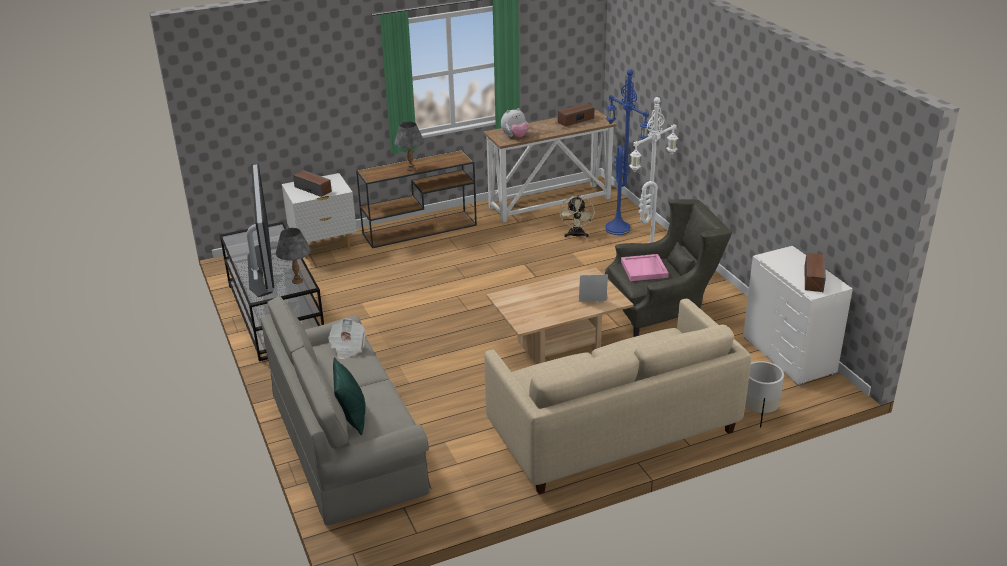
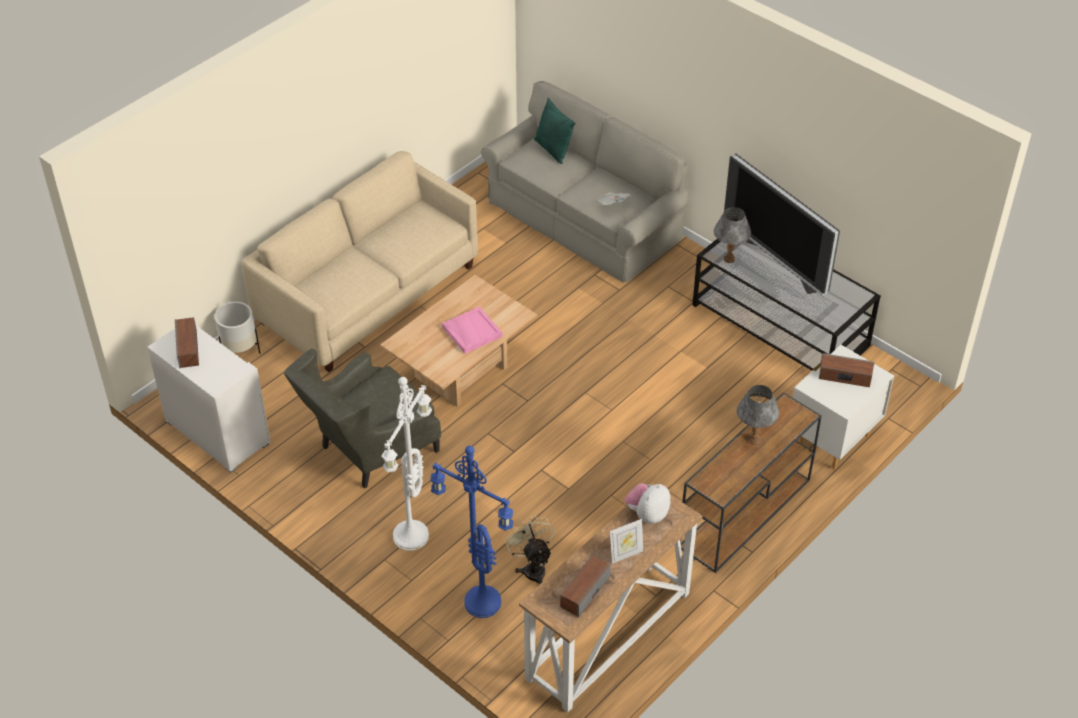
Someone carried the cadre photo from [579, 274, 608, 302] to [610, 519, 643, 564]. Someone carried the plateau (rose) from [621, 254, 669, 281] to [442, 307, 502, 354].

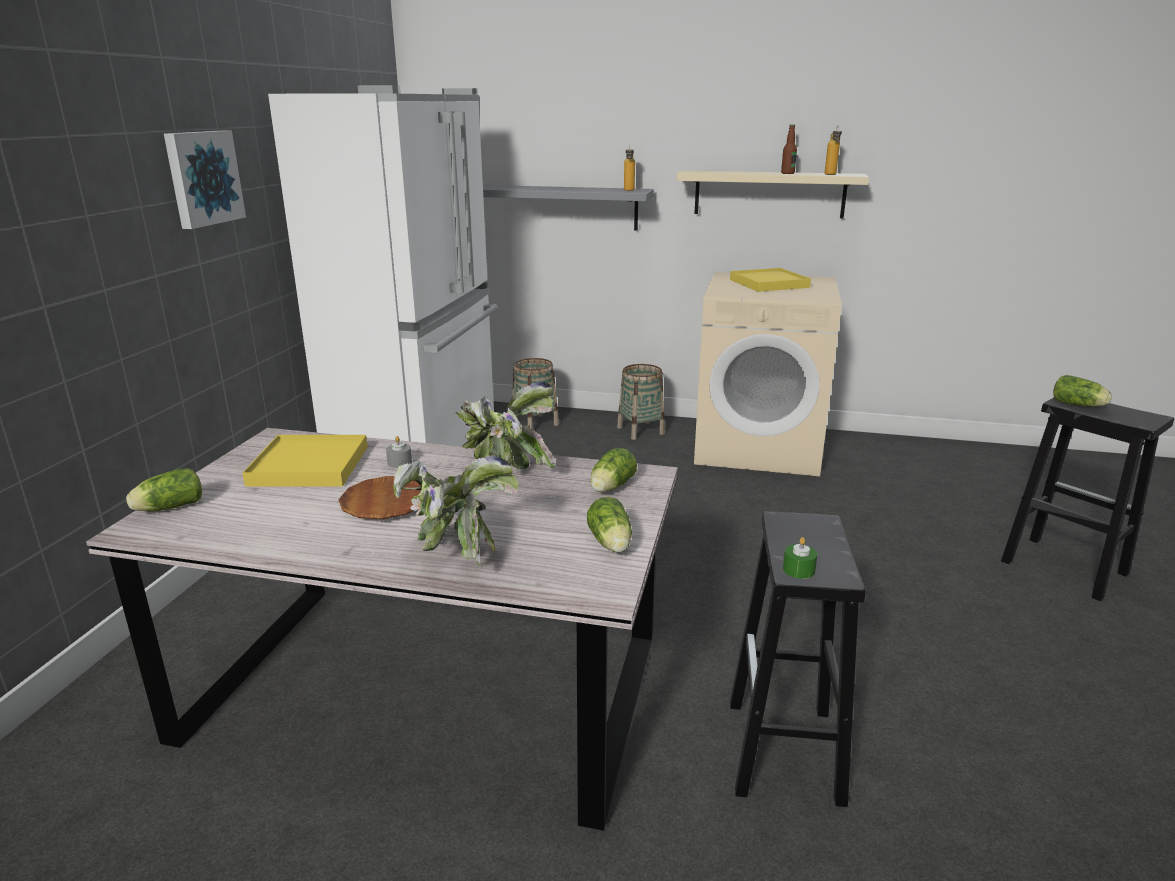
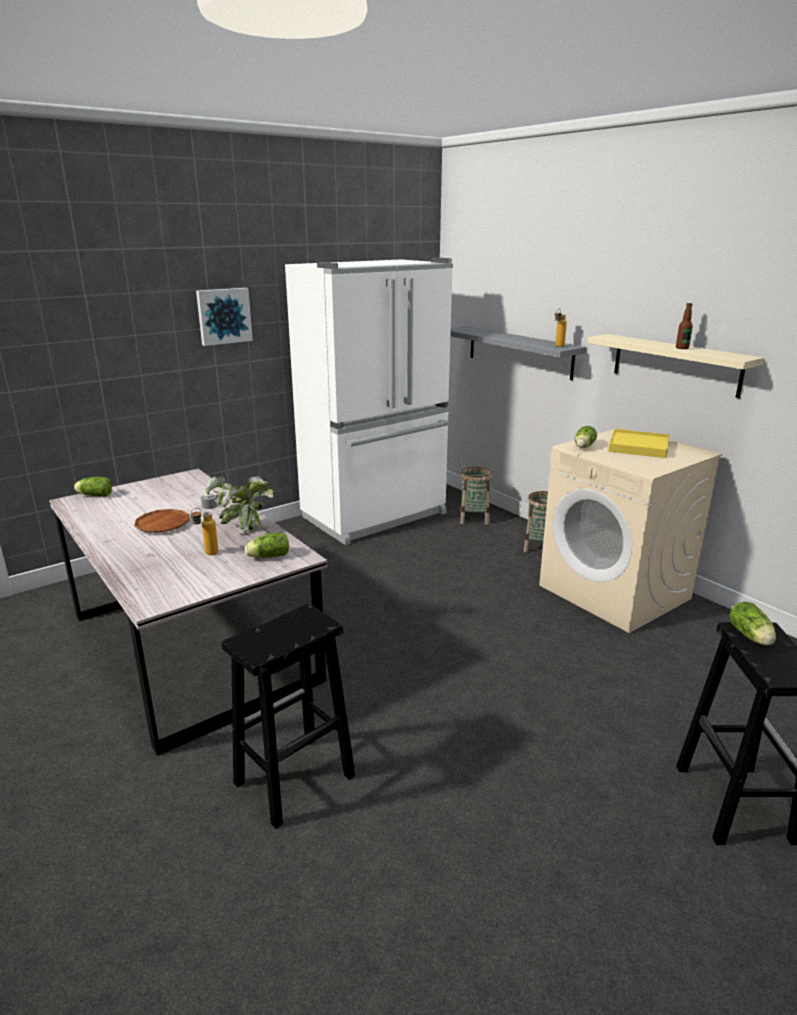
Someone took away the plateau (jaune) at [242, 435, 368, 487]. Someone took away the plante en pot at [393, 456, 519, 567]. Someone carried the laitue from [587, 497, 632, 553] to [575, 426, 597, 448]. Someone took away the bougie (vert) at [783, 537, 817, 579]. Someone carried the bouteille from [825, 126, 842, 175] to [191, 508, 219, 555].

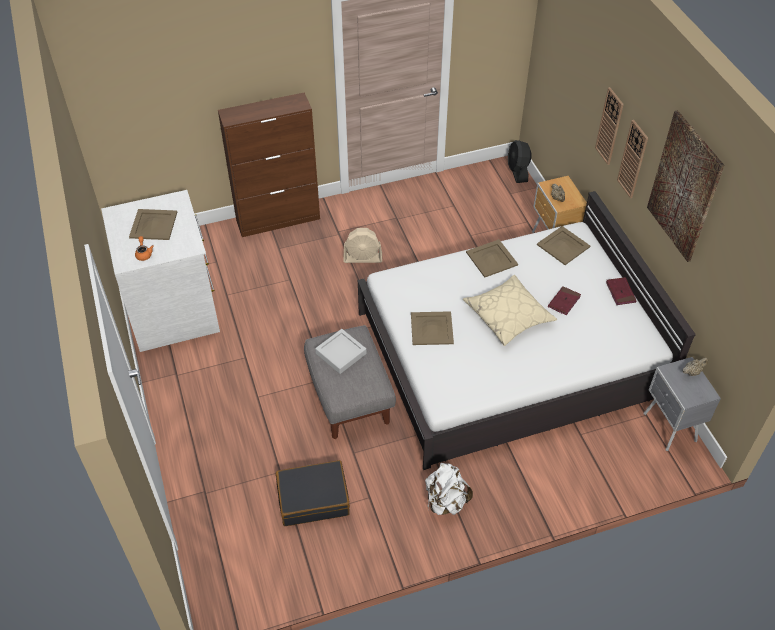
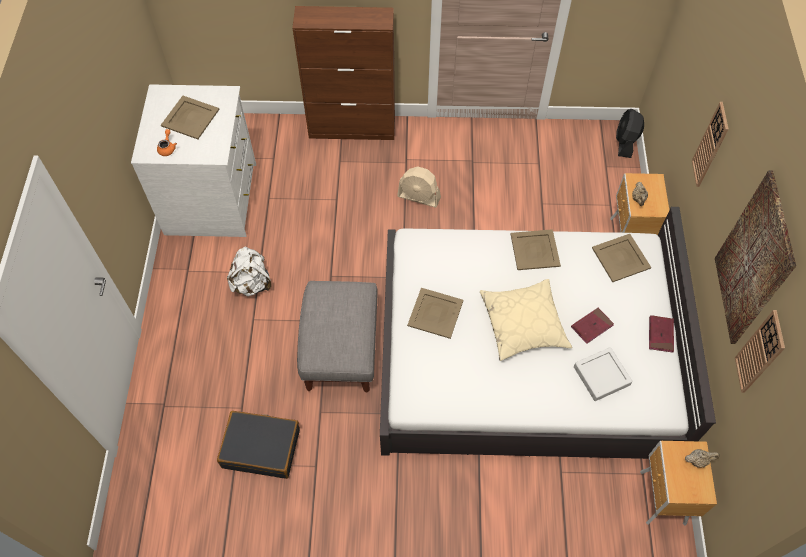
Someone carried the plateau (gris) from [315, 329, 366, 374] to [574, 347, 632, 401]. Someone carried the sac à dos (blanc) from [425, 463, 473, 515] to [227, 247, 271, 297]. Someone carried the horloge murale from [617, 120, 648, 198] to [735, 310, 785, 393]. Someone repainted the table de chevet (gris) at [643, 357, 721, 451], which became the table de chevet (marron) at [640, 441, 717, 526].

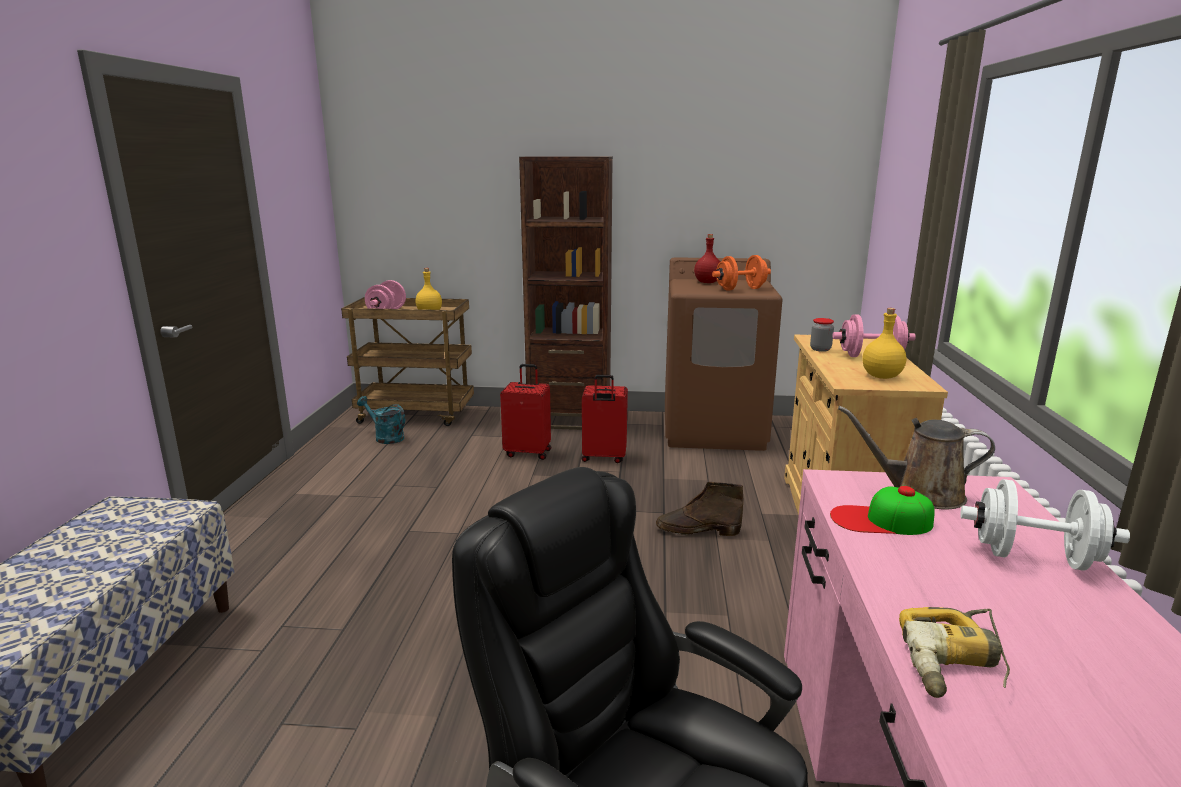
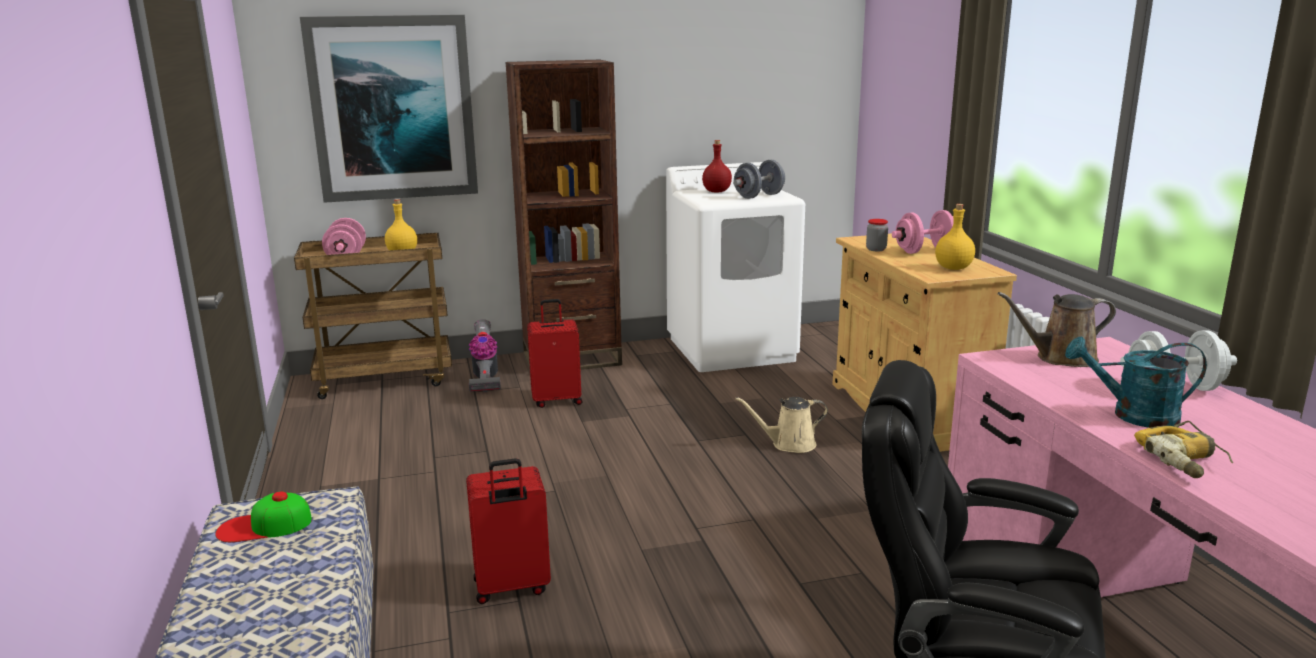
Someone carried the arrosoir (turquoise) from [357, 396, 406, 444] to [1065, 337, 1207, 428]. Someone carried the valise (rouge) from [581, 375, 628, 463] to [466, 458, 551, 604]. Someone swapped the botte (marron) at [656, 482, 744, 536] for the arrosoir (beige) at [735, 397, 828, 453]. Someone repainted the lave-linge (marron) at [665, 257, 783, 451], which became the lave-linge (blanc) at [666, 162, 805, 372]. Someone repainted the haltère (orange) at [712, 255, 771, 291], which became the haltère (gris) at [733, 160, 785, 199]. Someone carried the casquette from [830, 486, 934, 535] to [215, 492, 312, 542]. Someone put up the tableau at [300, 15, 478, 203]. Someone put down the aspirateur at [469, 319, 501, 392].

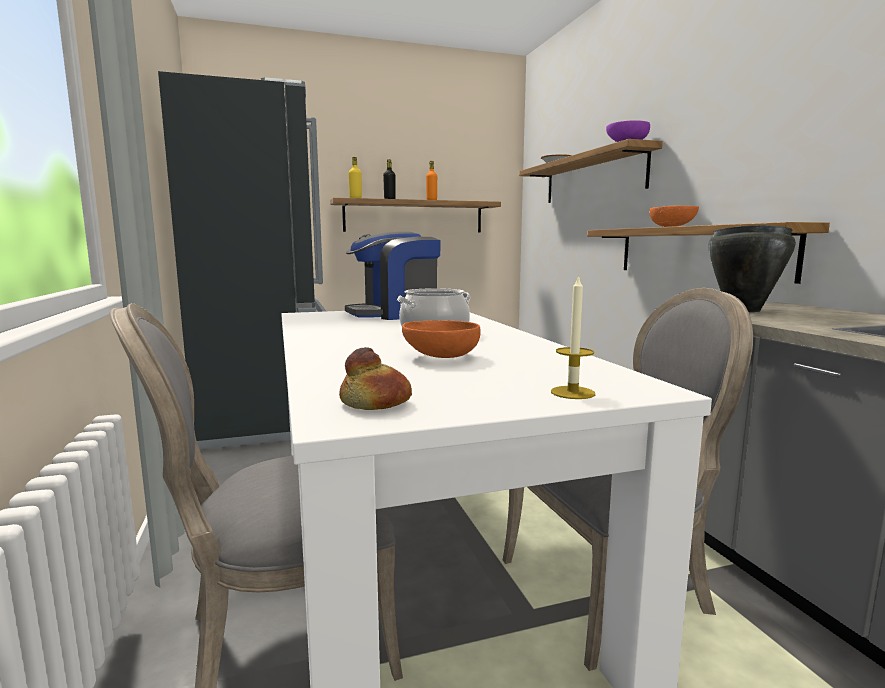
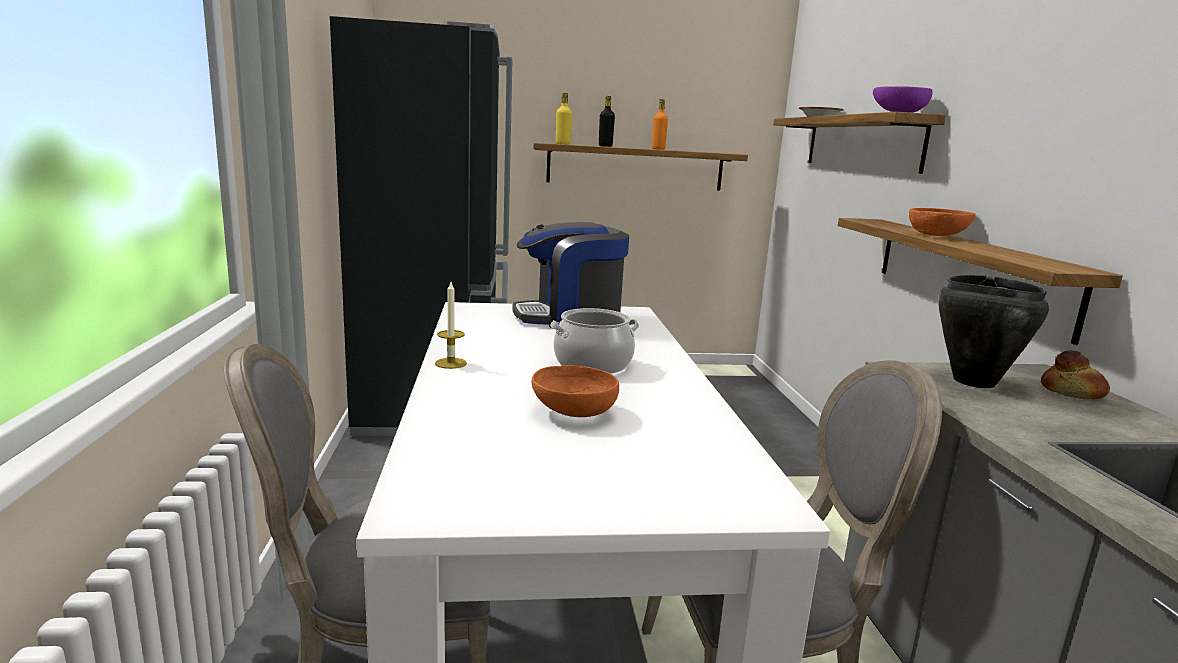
Someone carried the pain from [339, 347, 412, 410] to [1041, 351, 1110, 399]. Someone carried the bougie from [551, 274, 595, 399] to [435, 282, 467, 369].

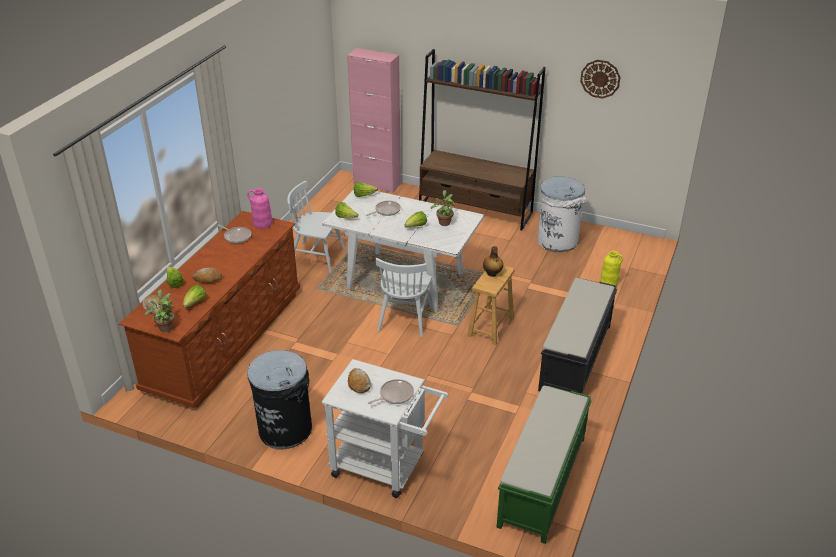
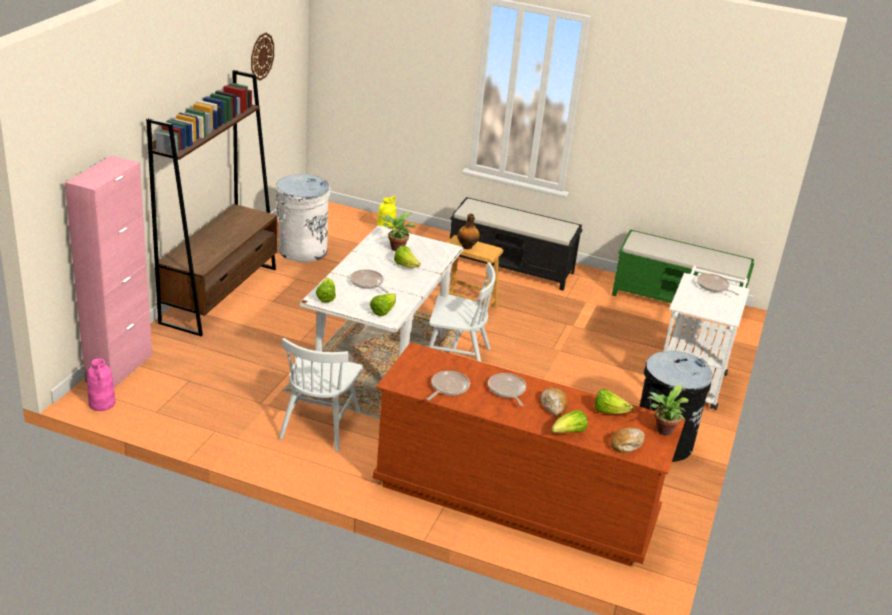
Someone carried the vase (rose) from [247, 188, 273, 229] to [87, 358, 115, 411]. Someone took away the pain at [348, 368, 371, 393]. Someone put down the poêle at [488, 373, 526, 406].

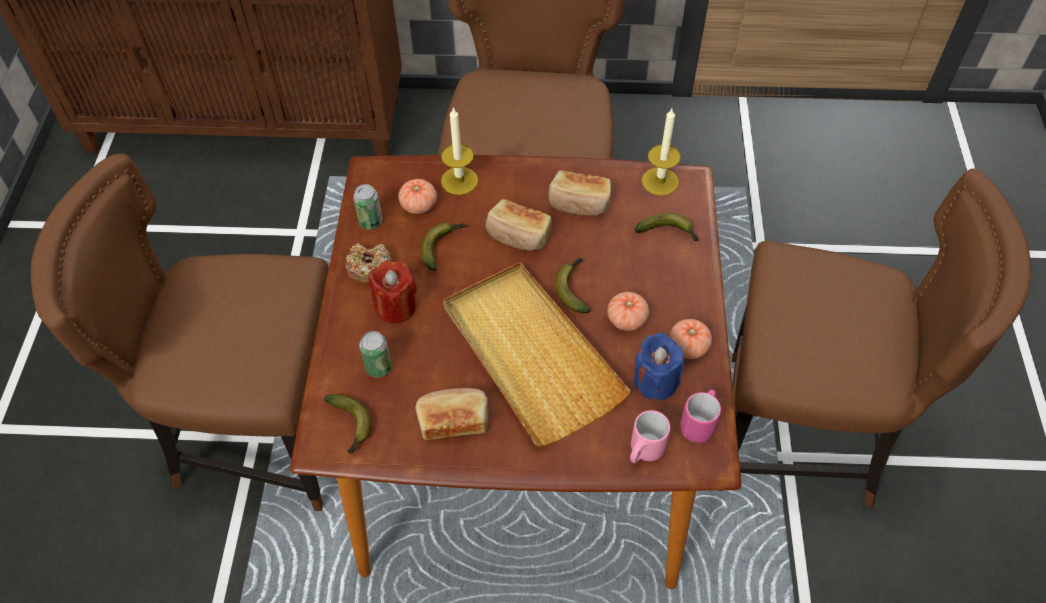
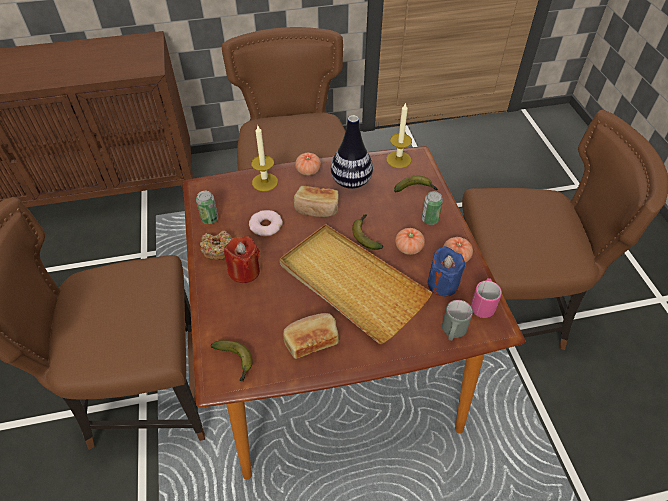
Someone carried the boîte métallique from [359, 331, 392, 378] to [422, 191, 443, 225]. Someone carried the tomate from [398, 179, 437, 214] to [295, 153, 321, 176]. Someone swapped the banane at [421, 223, 465, 271] for the beignet at [249, 210, 283, 236]. Someone swapped the pain at [549, 170, 611, 216] for the vase at [331, 115, 373, 189]. Someone repainted the mug (rose) at [630, 410, 670, 463], which became the mug (gris) at [442, 300, 473, 341].

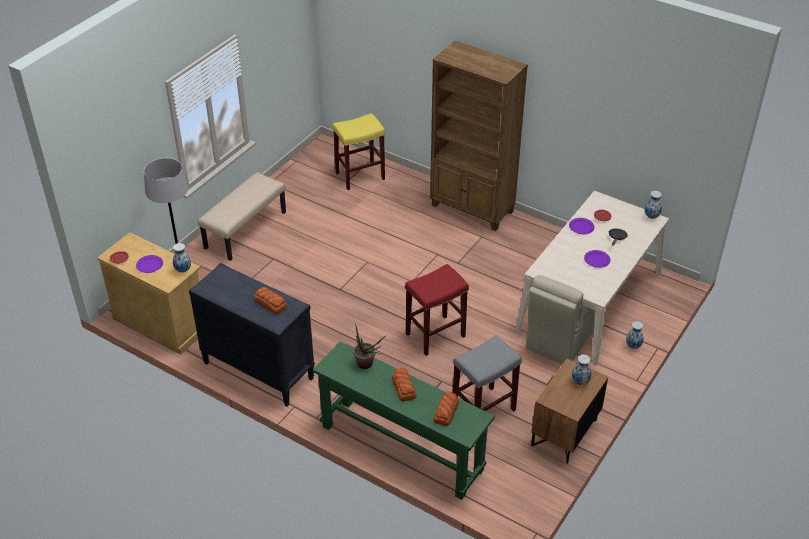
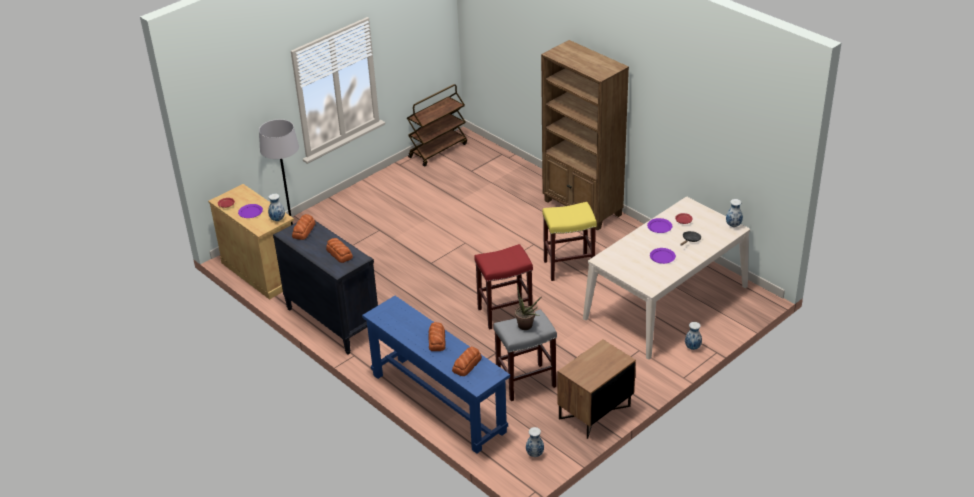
Someone took away the banc (beige) at [198, 172, 286, 261]. Someone repainted the table console (vert) at [313, 341, 495, 500], which became the table console (bleu) at [362, 296, 510, 454]. Someone carried the tabouret (jaune) from [332, 113, 385, 190] to [542, 202, 597, 281]. Someone carried the plante en pot from [354, 323, 386, 369] to [515, 283, 541, 330]. Someone took away the chaise (beige) at [526, 275, 595, 364]. Someone carried the vase from [572, 354, 591, 385] to [526, 427, 544, 457]. Someone put down the pain at [292, 214, 316, 240]. Someone put down the chariot (marron) at [407, 84, 467, 166].

